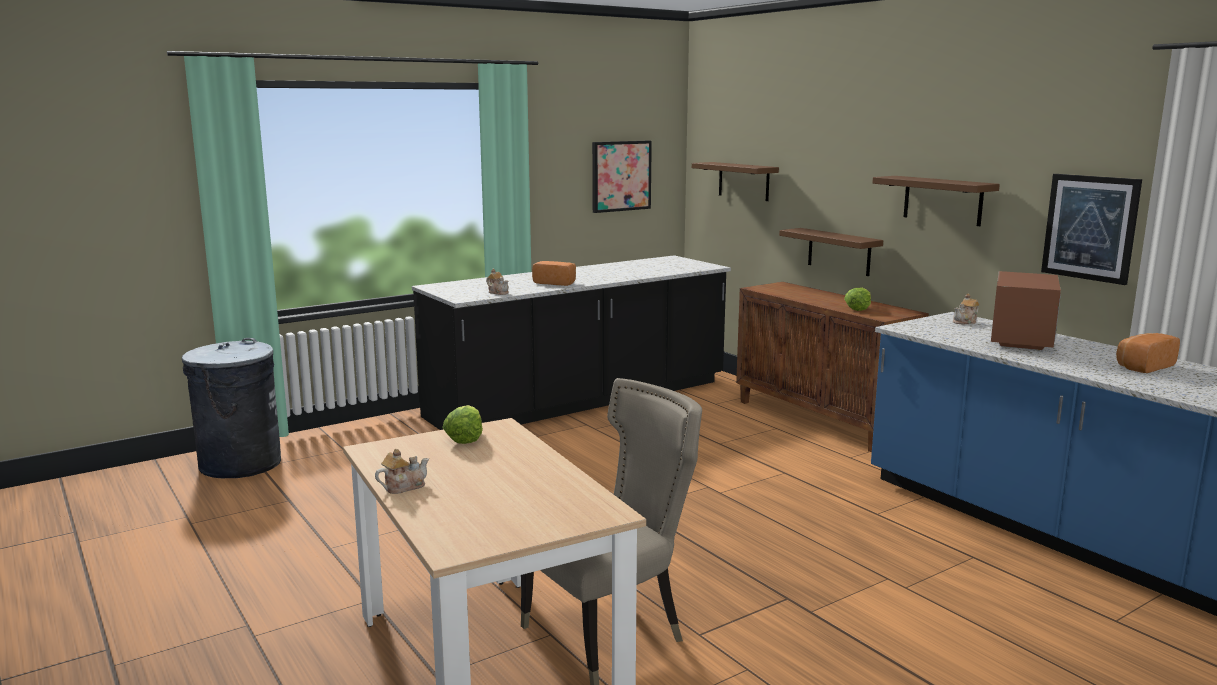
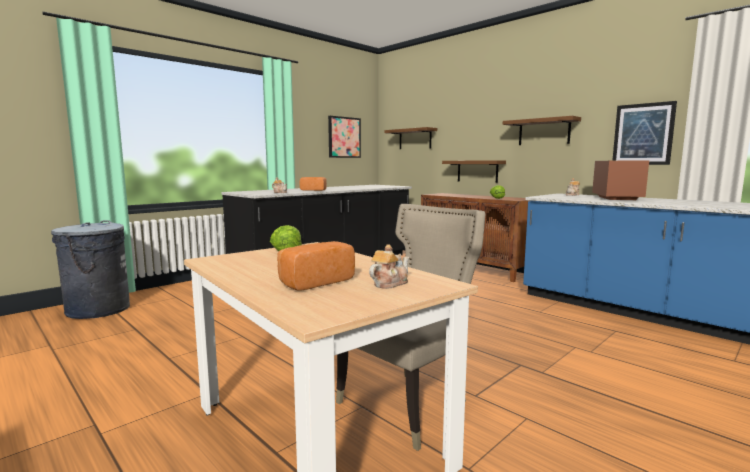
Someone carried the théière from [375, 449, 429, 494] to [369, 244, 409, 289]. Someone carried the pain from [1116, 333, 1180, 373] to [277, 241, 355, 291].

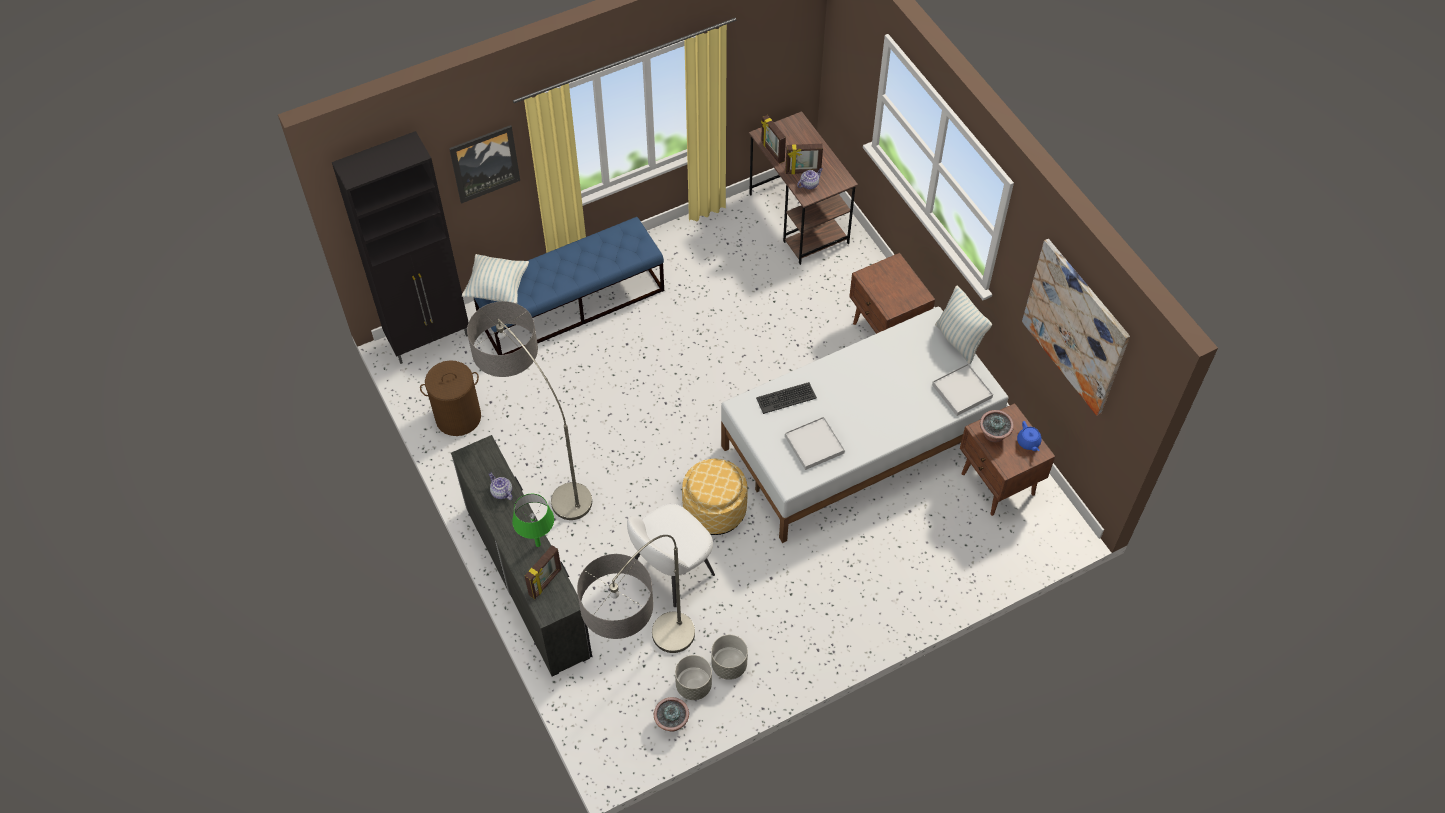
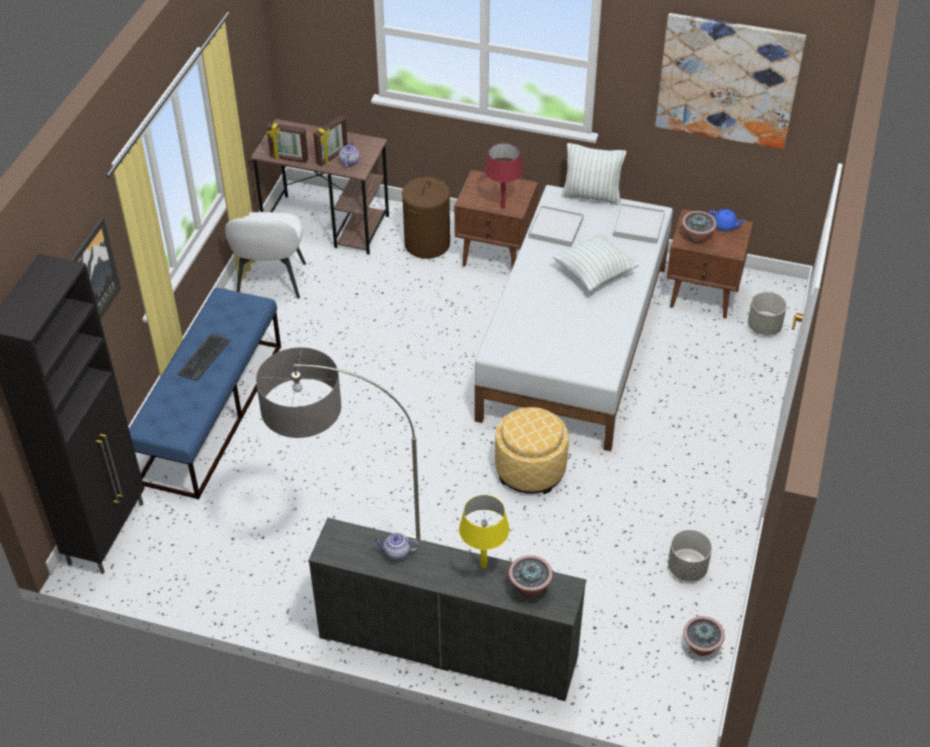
Someone carried the panier à linge (marron) from [420, 360, 481, 436] to [402, 177, 450, 259]. Someone carried the coussin from [462, 254, 529, 304] to [553, 232, 639, 291]. Someone repainted the lampe de table (vert) at [512, 494, 554, 547], which became the lampe de table (jaune) at [459, 495, 509, 569]. Someone swapped the cadre photo at [525, 545, 562, 599] for the plante en pot at [509, 555, 553, 598]. Someone took away the lampadaire at [577, 535, 695, 653]. Someone carried the chaise (blanc) from [627, 504, 715, 607] to [225, 212, 306, 299]. Someone carried the cache-pot (gris) from [675, 655, 712, 700] to [748, 292, 787, 335]. Someone carried the clavier from [756, 382, 817, 414] to [177, 333, 231, 381]. Someone carried the plateau (blanc) from [785, 417, 845, 470] to [528, 205, 584, 247]. Someone put down the lampe de table (rouge) at [484, 143, 523, 209].

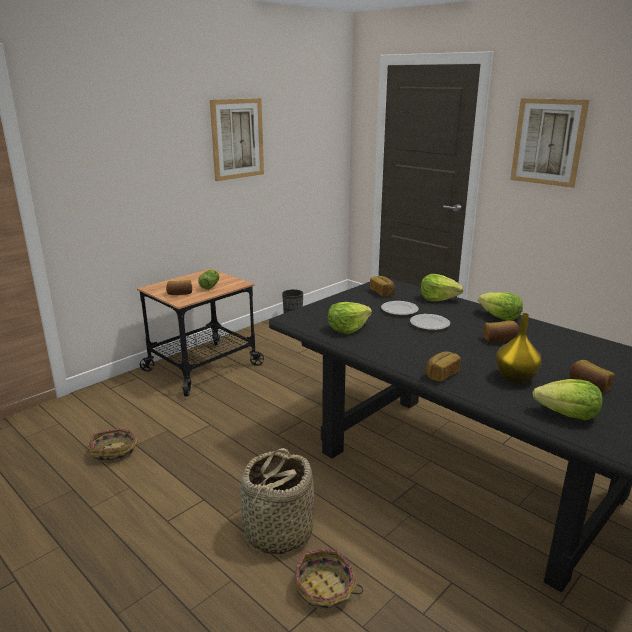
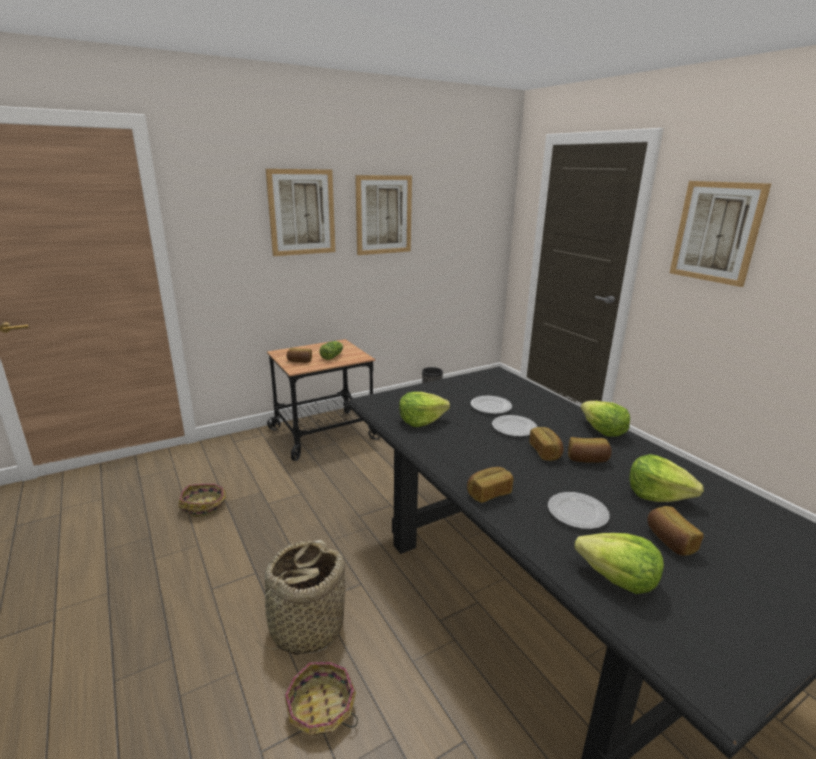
Someone carried the pain from [370, 276, 395, 296] to [529, 427, 564, 461]. Someone carried the laitue from [421, 274, 464, 301] to [629, 454, 704, 502]. Someone swapped the vase (jaune) at [496, 313, 542, 383] for the assiette at [548, 492, 610, 529]. Someone put up the tableau at [266, 169, 335, 256].

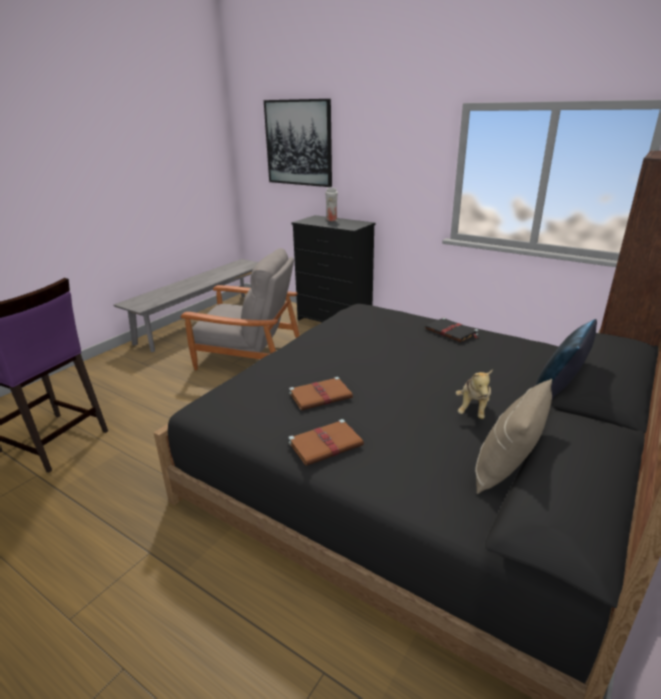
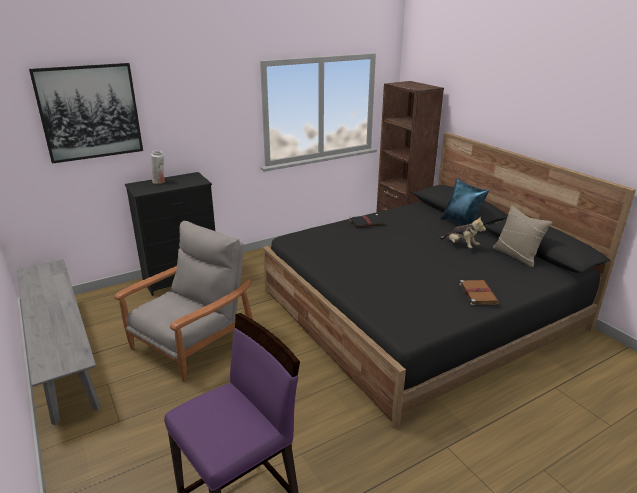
Someone took away the livre (marron) at [289, 377, 353, 410].

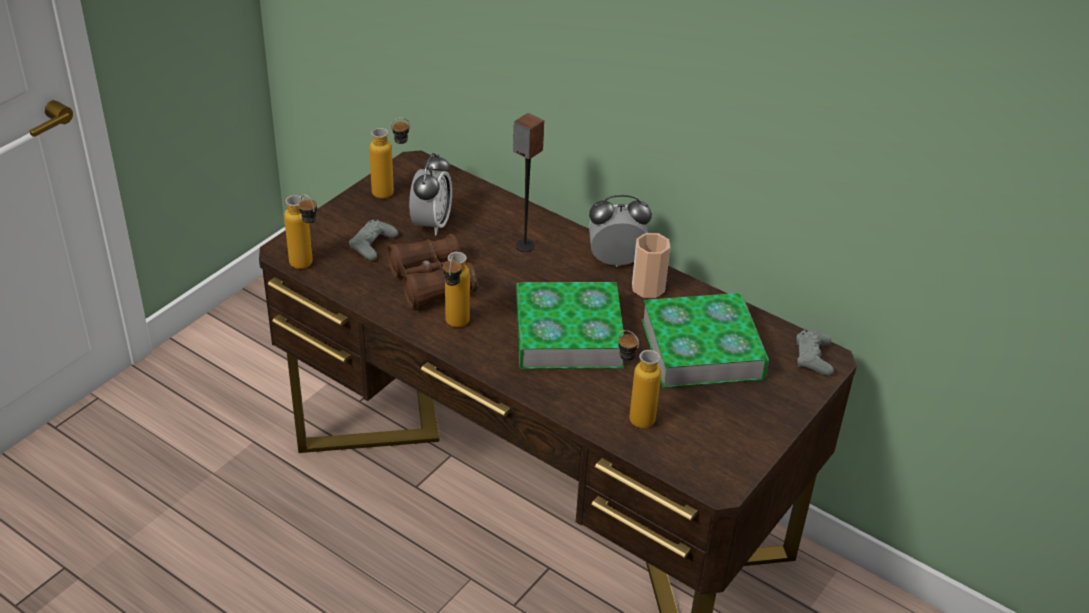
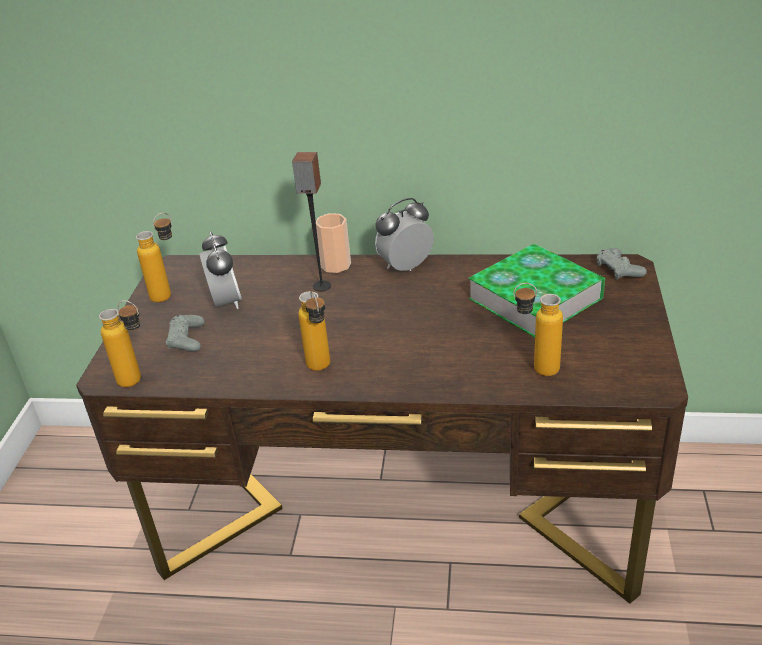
Someone took away the jumelles (marron) at [387, 234, 478, 308]. Someone took away the livre at [516, 282, 624, 369]. Someone carried the tasse from [632, 233, 670, 298] to [316, 213, 351, 273].

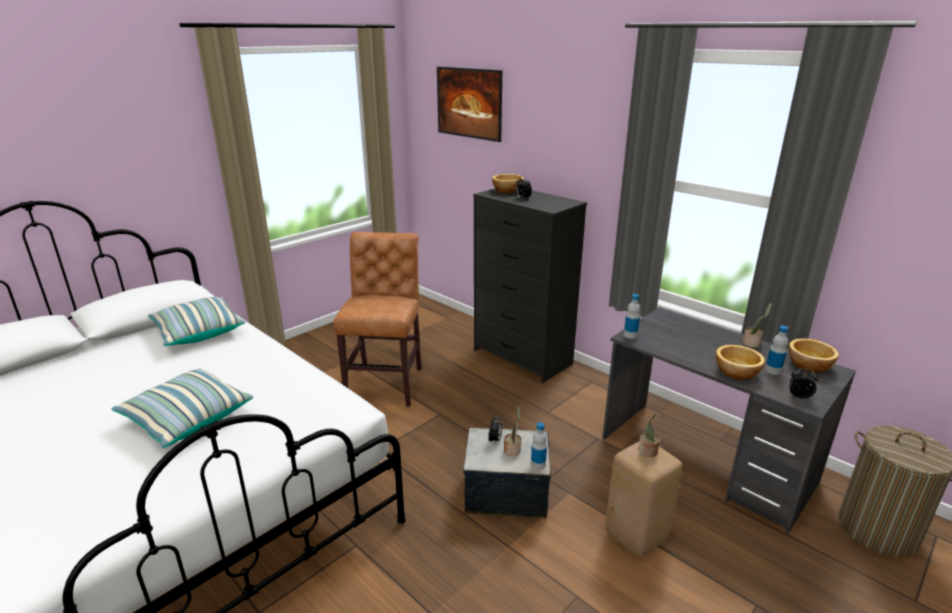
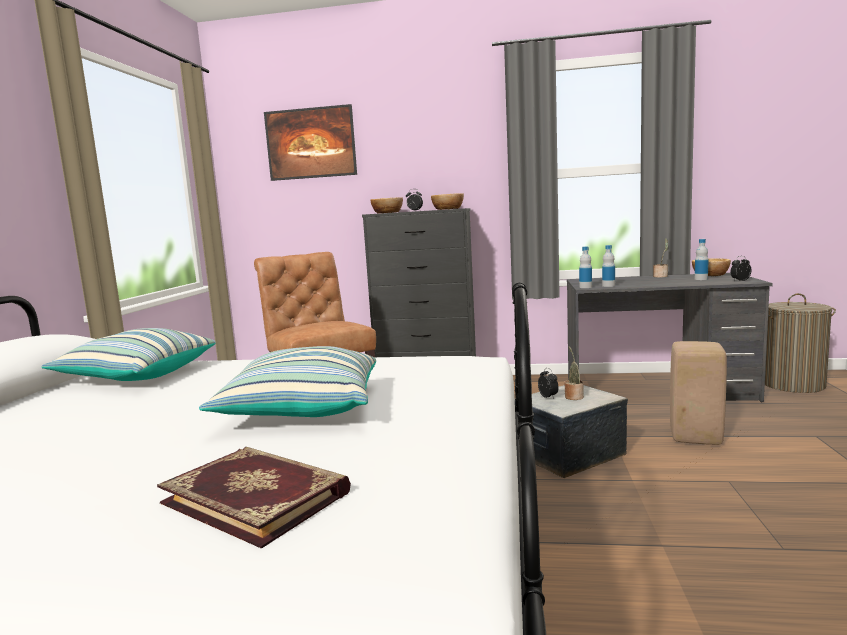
Someone carried the bouteille from [531, 422, 547, 470] to [602, 245, 615, 287]. Someone took away the plante en pot at [638, 414, 660, 457]. Someone carried the bol from [716, 345, 765, 380] to [431, 193, 464, 210]. Someone put down the livre at [157, 447, 351, 549].

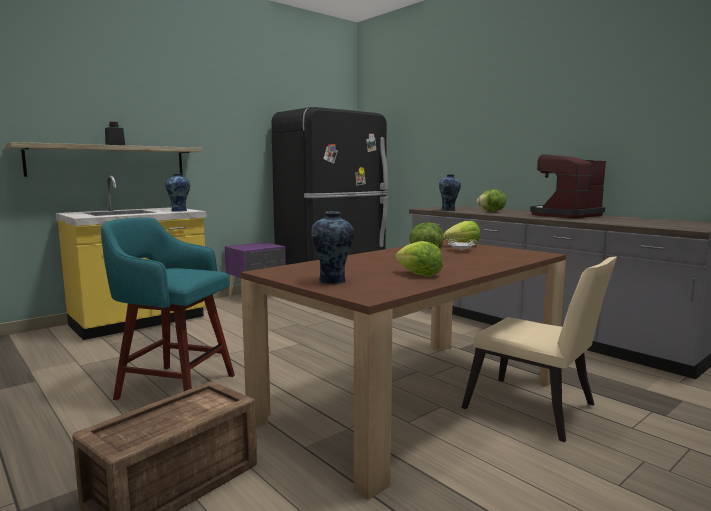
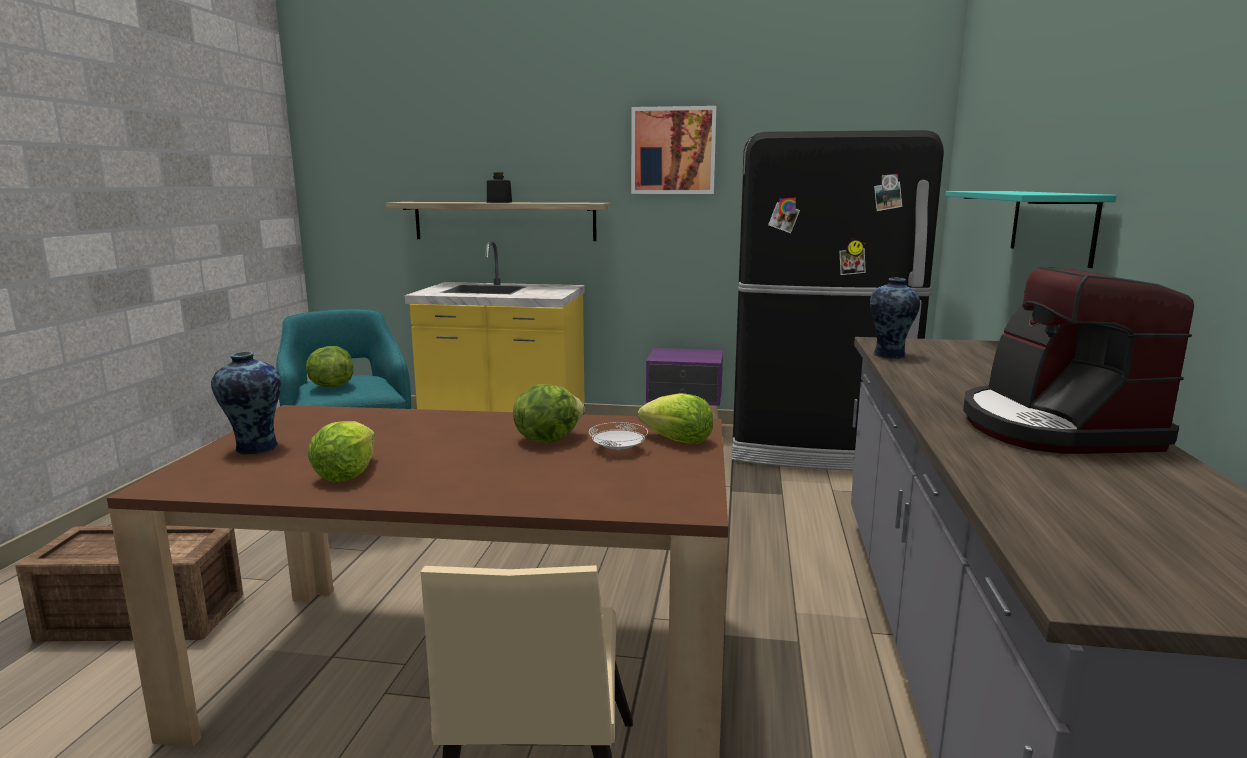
Someone took away the vase at [165, 173, 190, 212]. Someone carried the laitue from [477, 189, 506, 212] to [306, 346, 353, 387]. Someone rotated the machine à café at [530, 154, 606, 218] by 105 degrees counterclockwise. Someone put up the tableau at [631, 106, 716, 194]. Someone put up the étagère (turquoise) at [945, 191, 1116, 268].

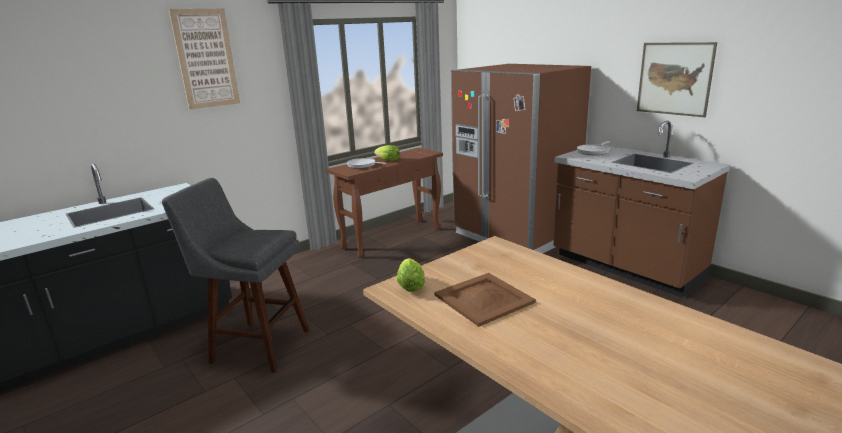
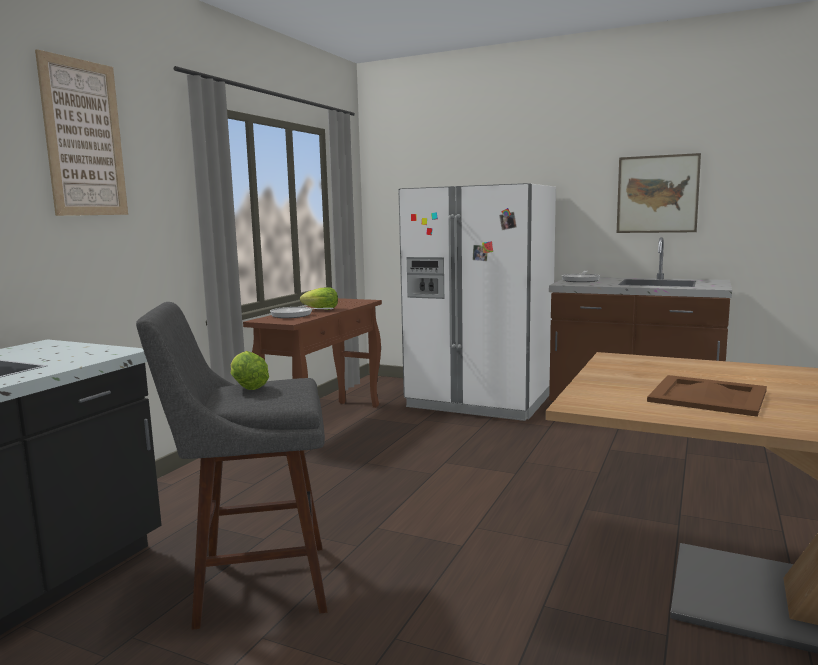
Someone carried the laitue from [397, 258, 425, 292] to [231, 351, 269, 390]. Someone repainted the réfrigérateur (marron) at [451, 64, 591, 253], which became the réfrigérateur (blanc) at [399, 183, 556, 421].

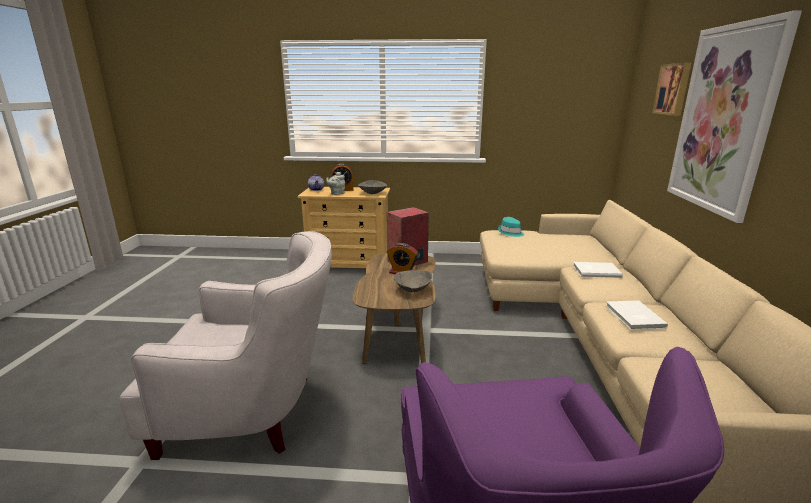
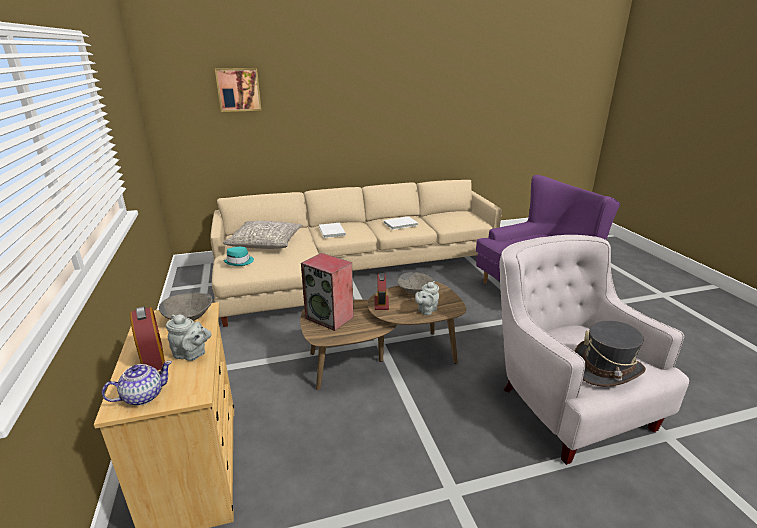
Someone took away the tableau at [667, 10, 802, 223]. Someone put down the coussin (gris) at [223, 221, 303, 249]. Someone put down the théière (gris) at [415, 281, 439, 315]. Someone put down the chapeau (gris) at [574, 321, 646, 387].

